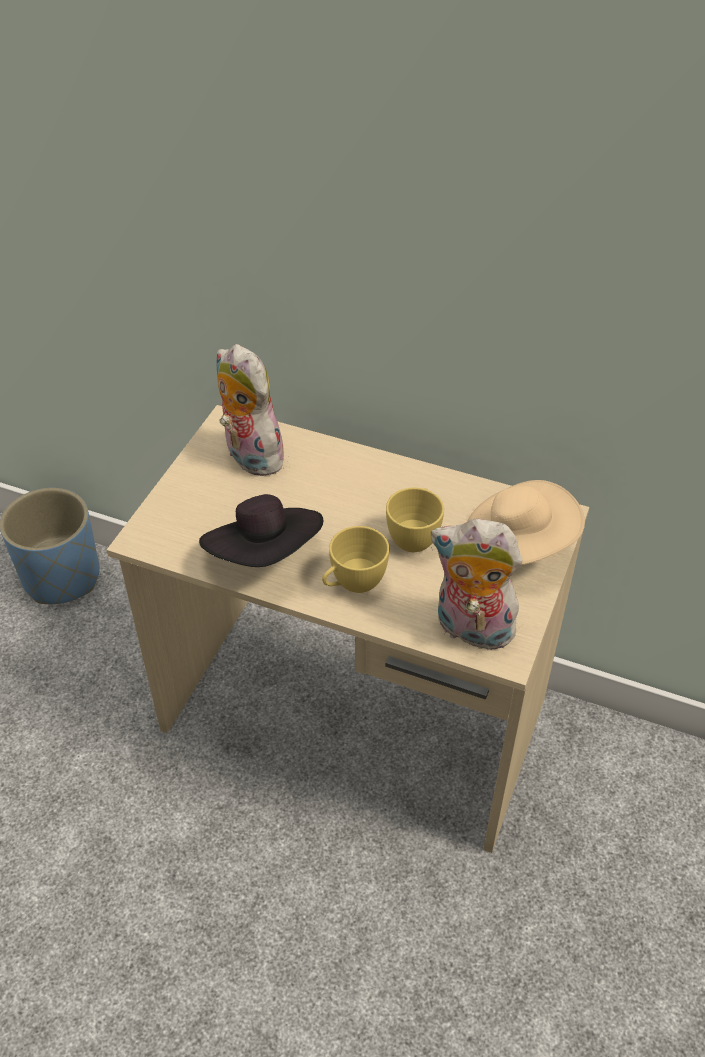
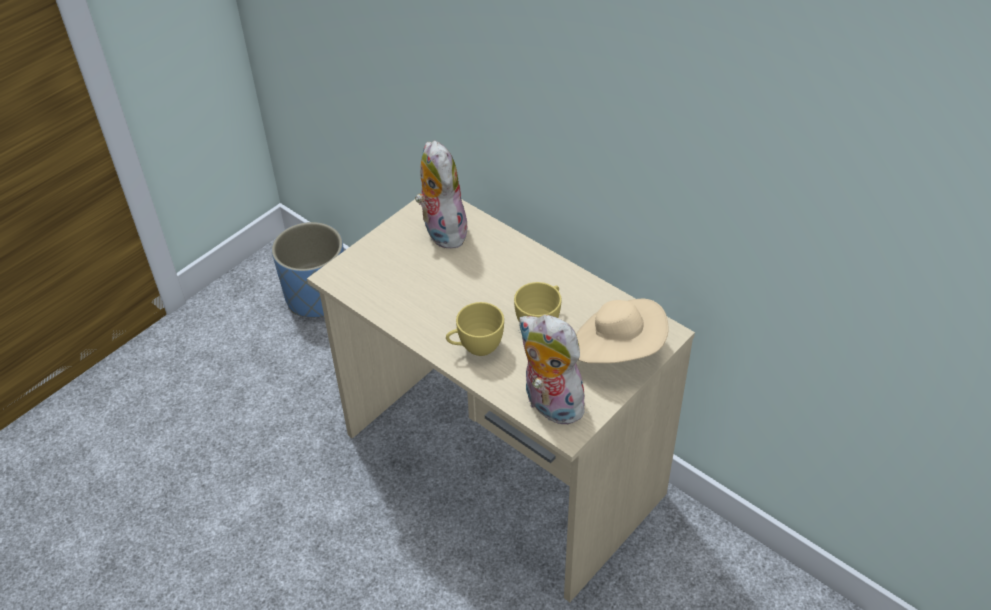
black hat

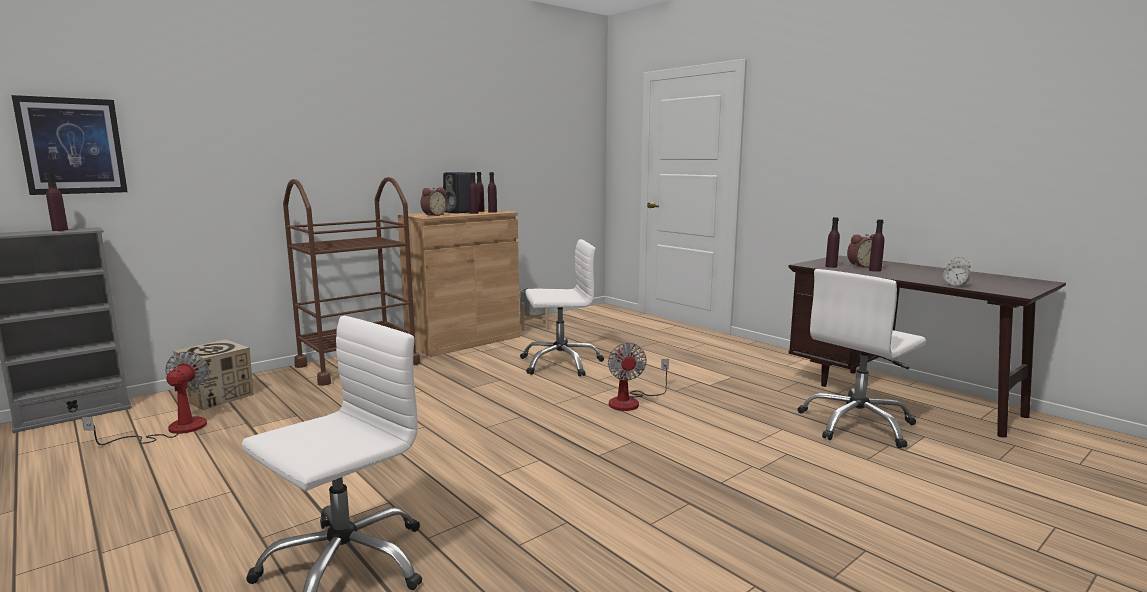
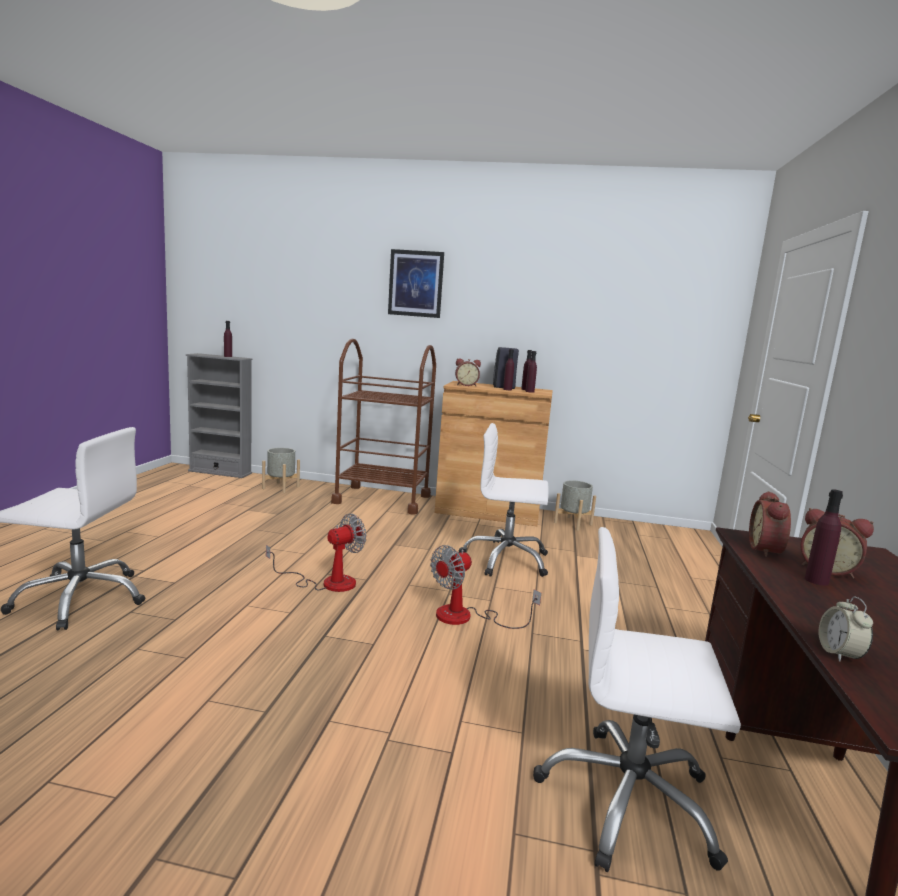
picture; fan (1st from left); grey planter (1st from left); white office chair (2nd from left); alarm clock (2nd from left)

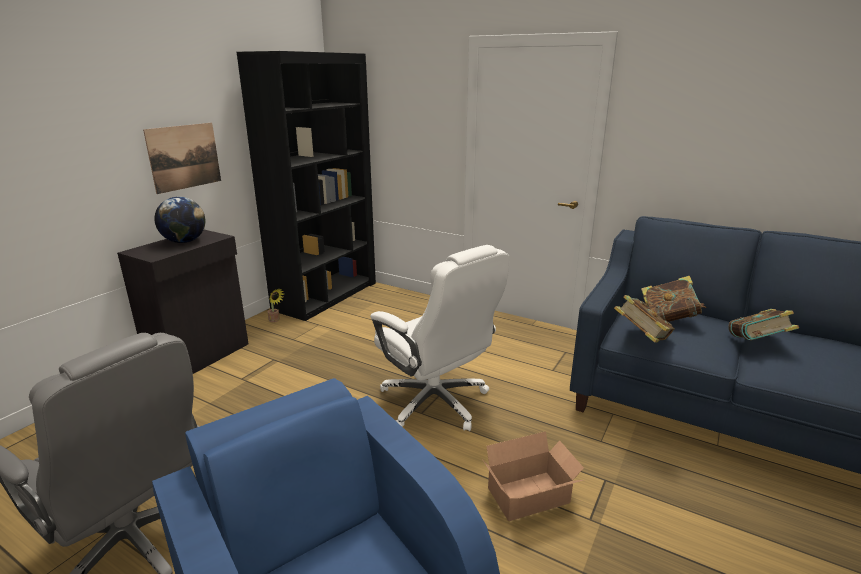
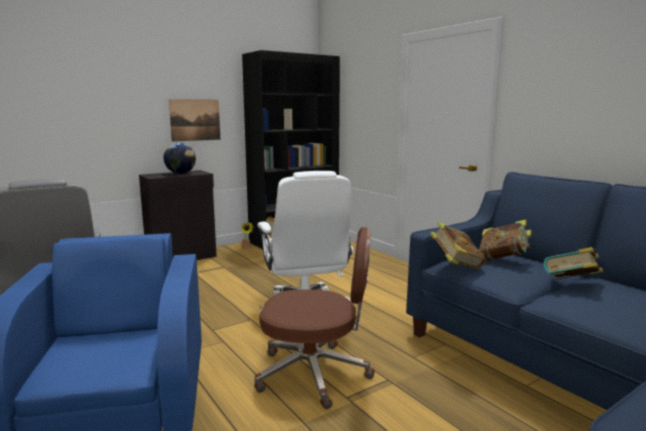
brown office chair

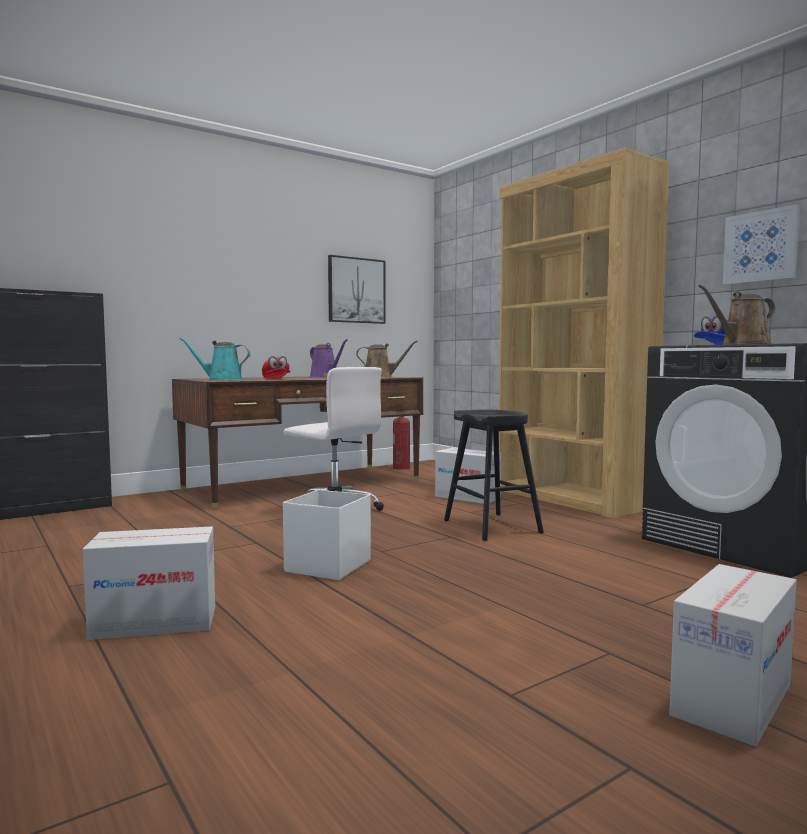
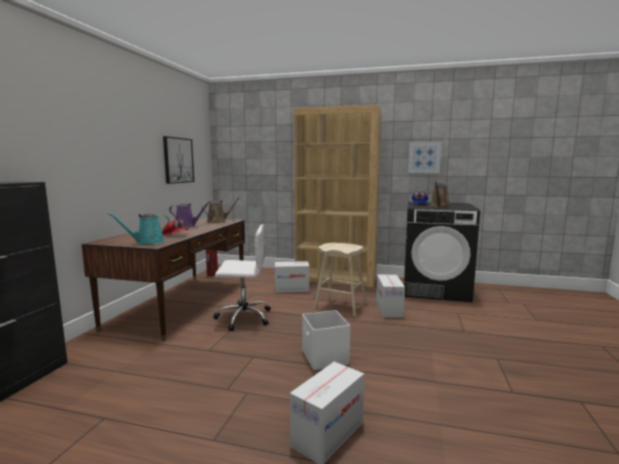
beige stool; cardboard box (3rd from left)

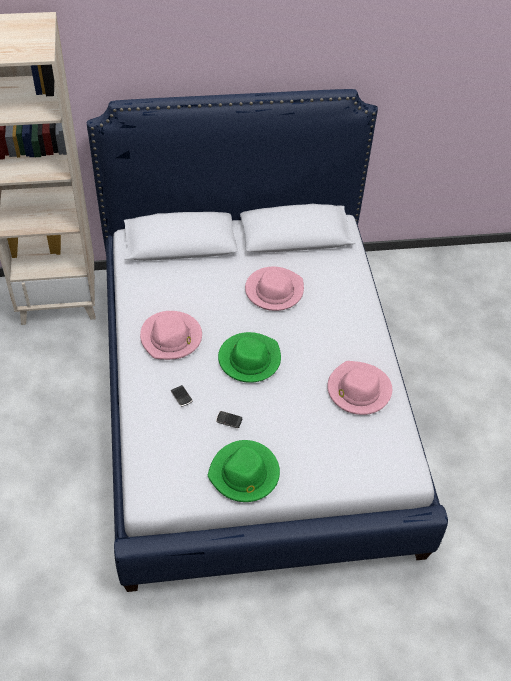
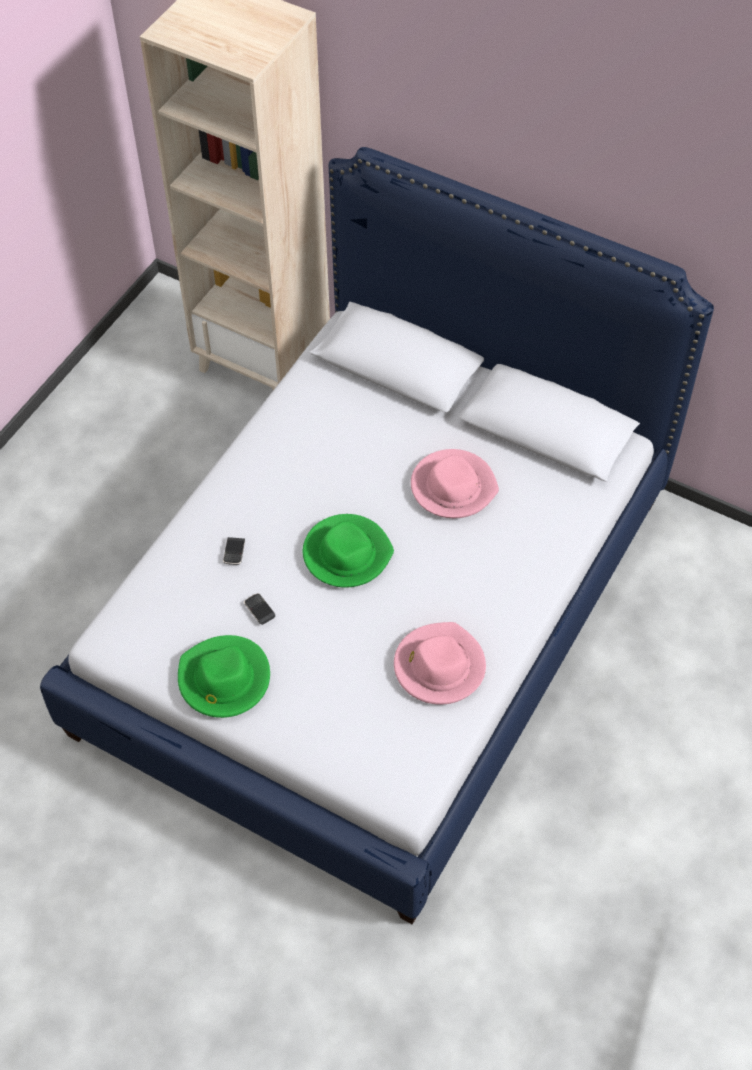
pink hat (1st from left in the first image)

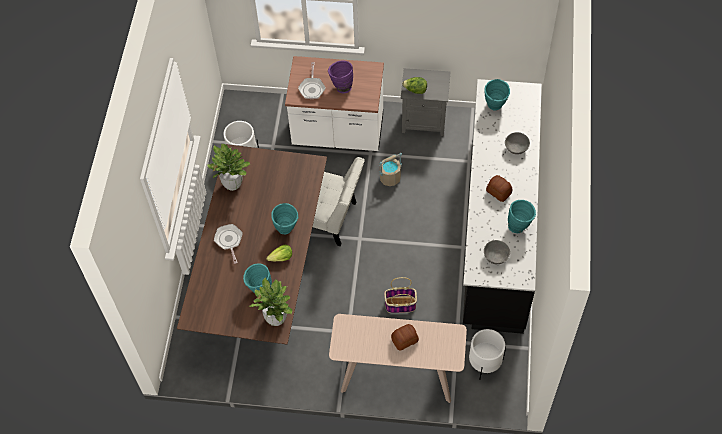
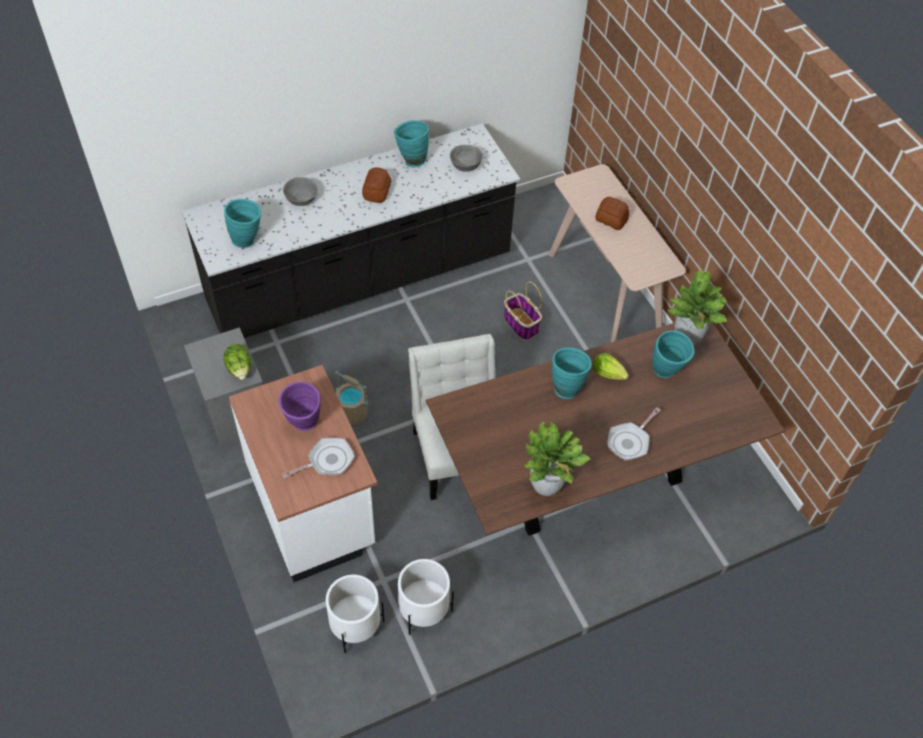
white planter (1st from left)

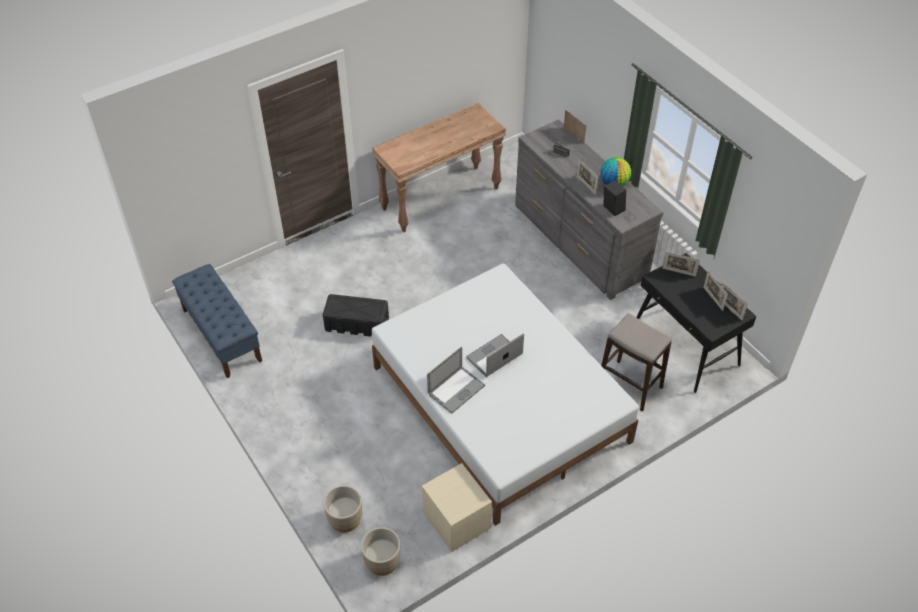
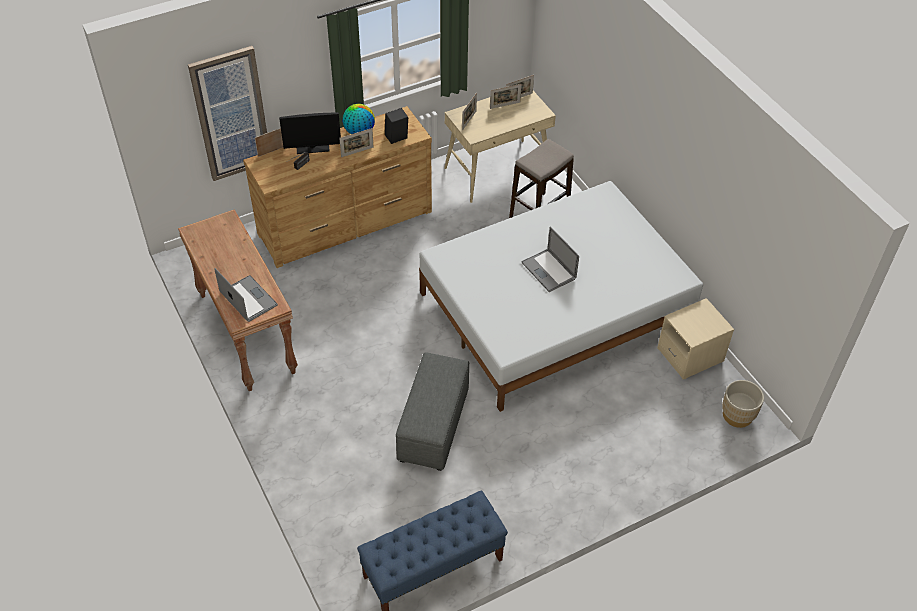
grey ottoman; beige planter (1st from left in the first image); laptop (1st from left); brown dresser; beige desk; picture; monitor

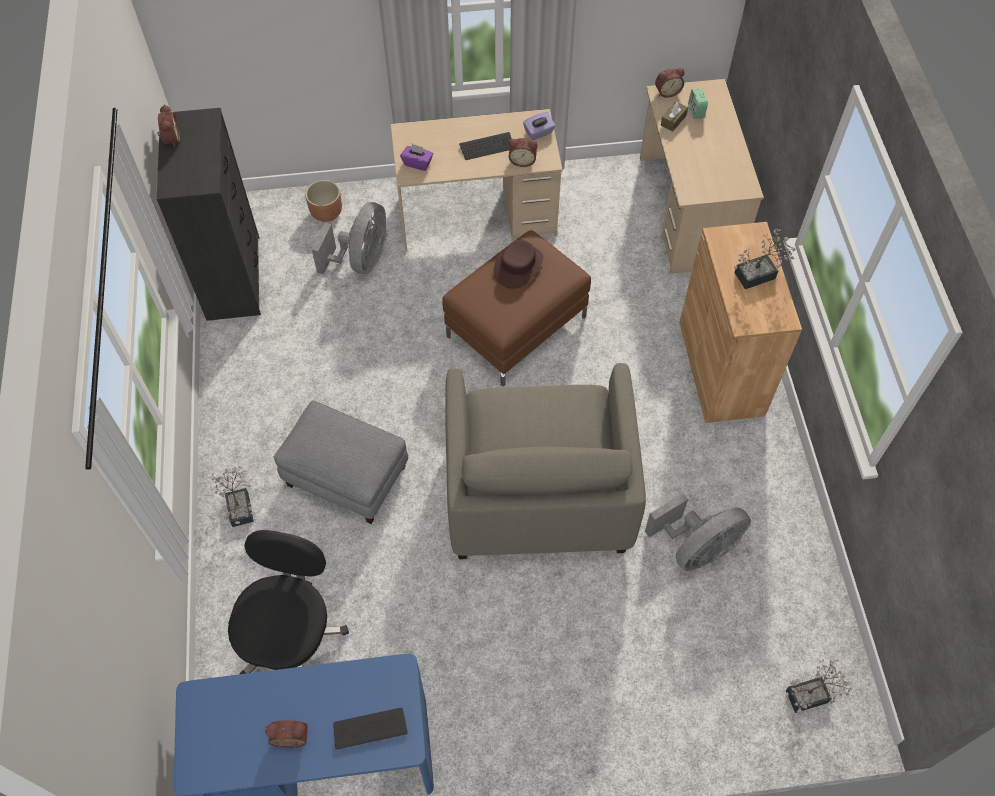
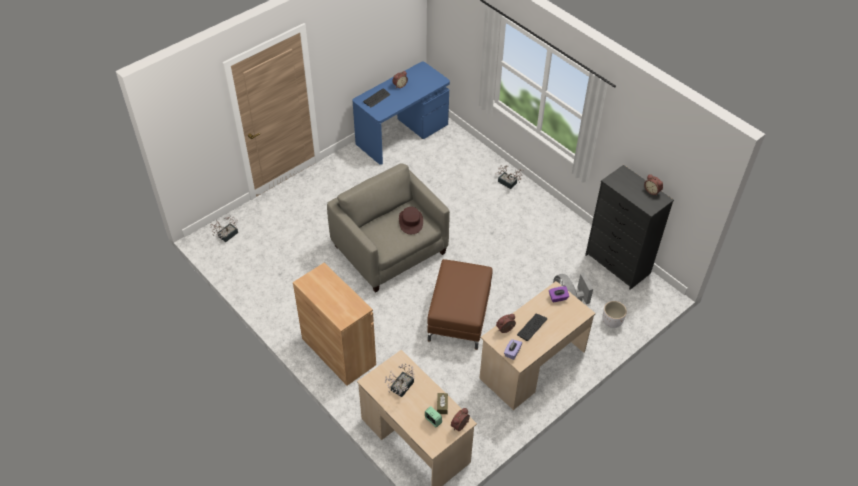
black office chair; grey ottoman; white planter; brown hat; grey fan (2nd from left in the first image); potted plant (2nd from left)

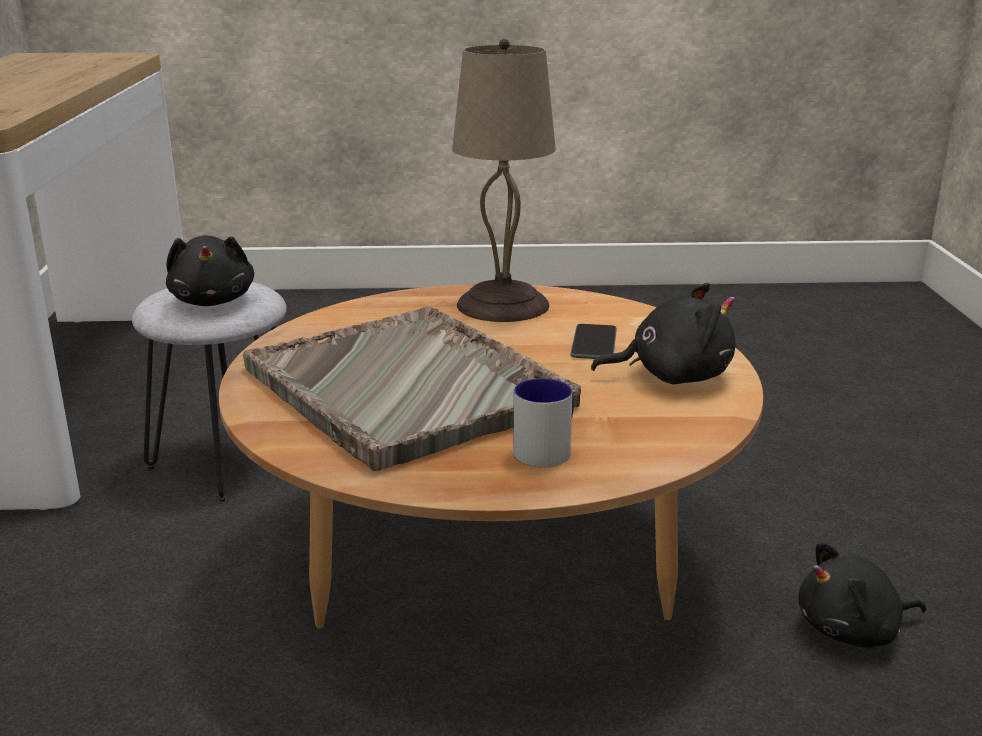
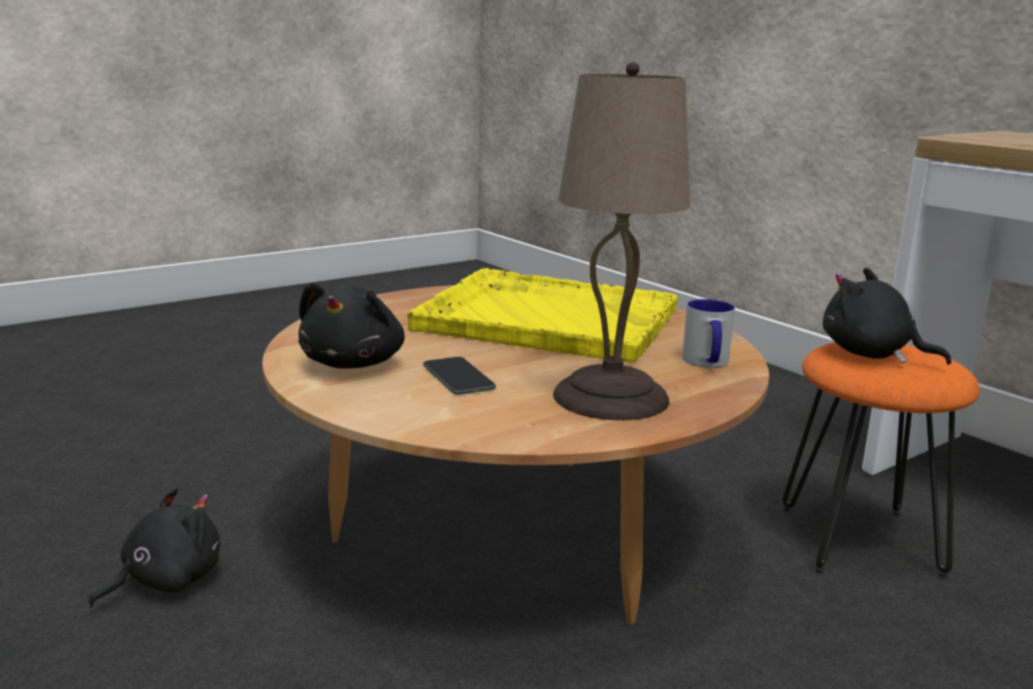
orange stool; yellow tray; mug; black plush toy (2nd from left)

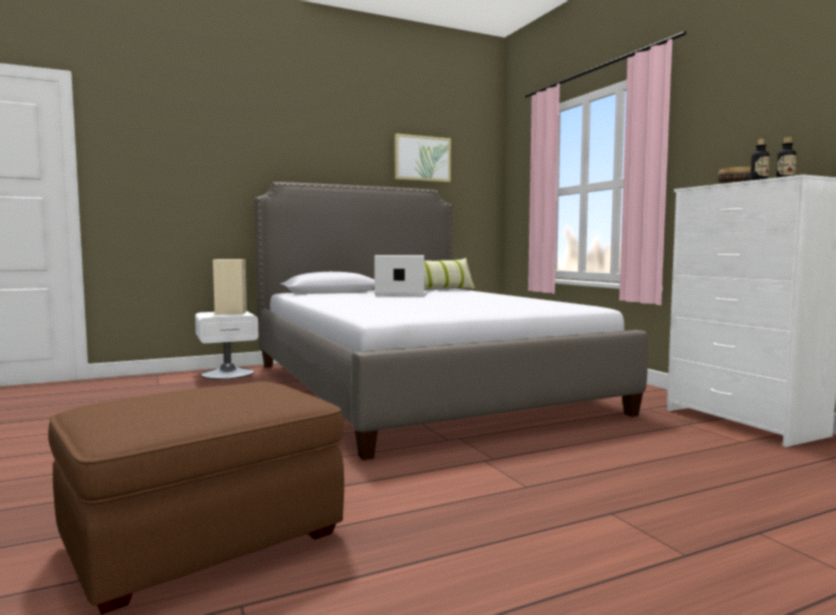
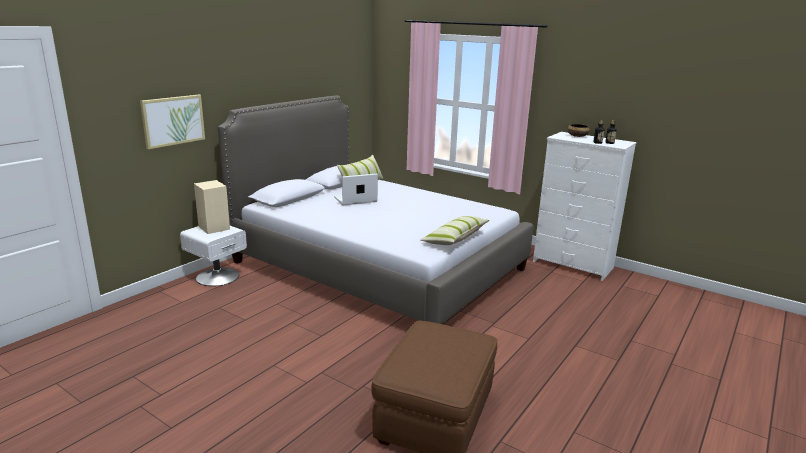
picture; pillow (2nd from left)

